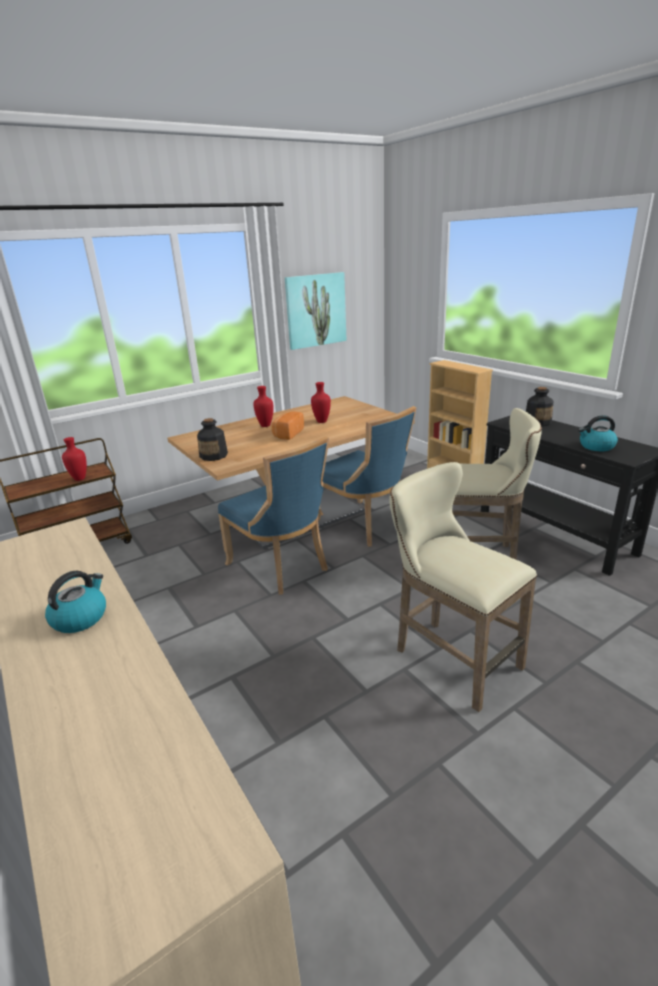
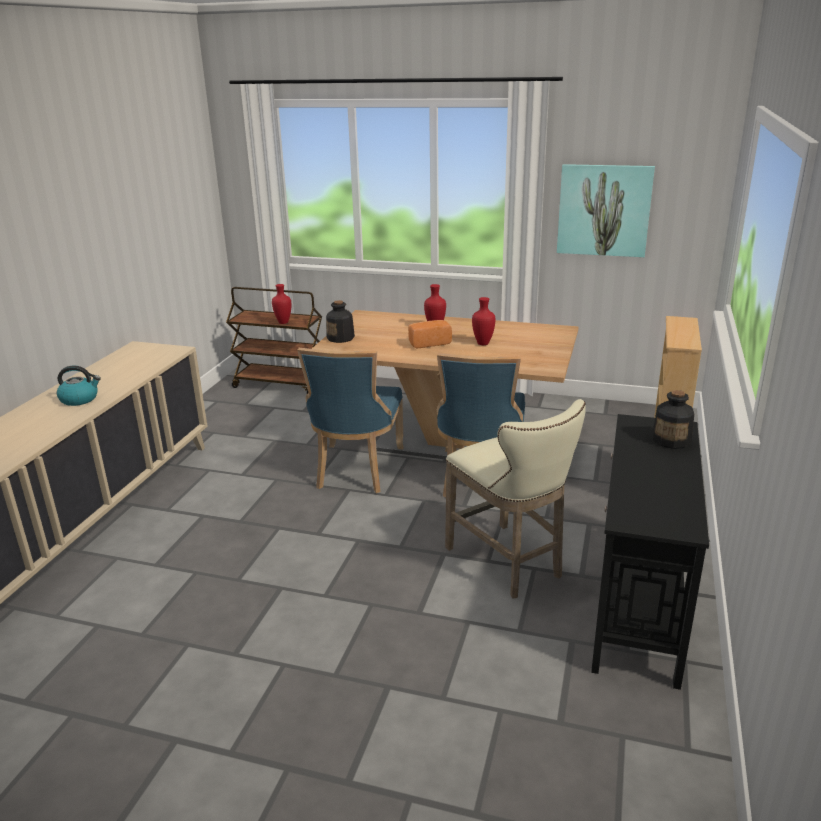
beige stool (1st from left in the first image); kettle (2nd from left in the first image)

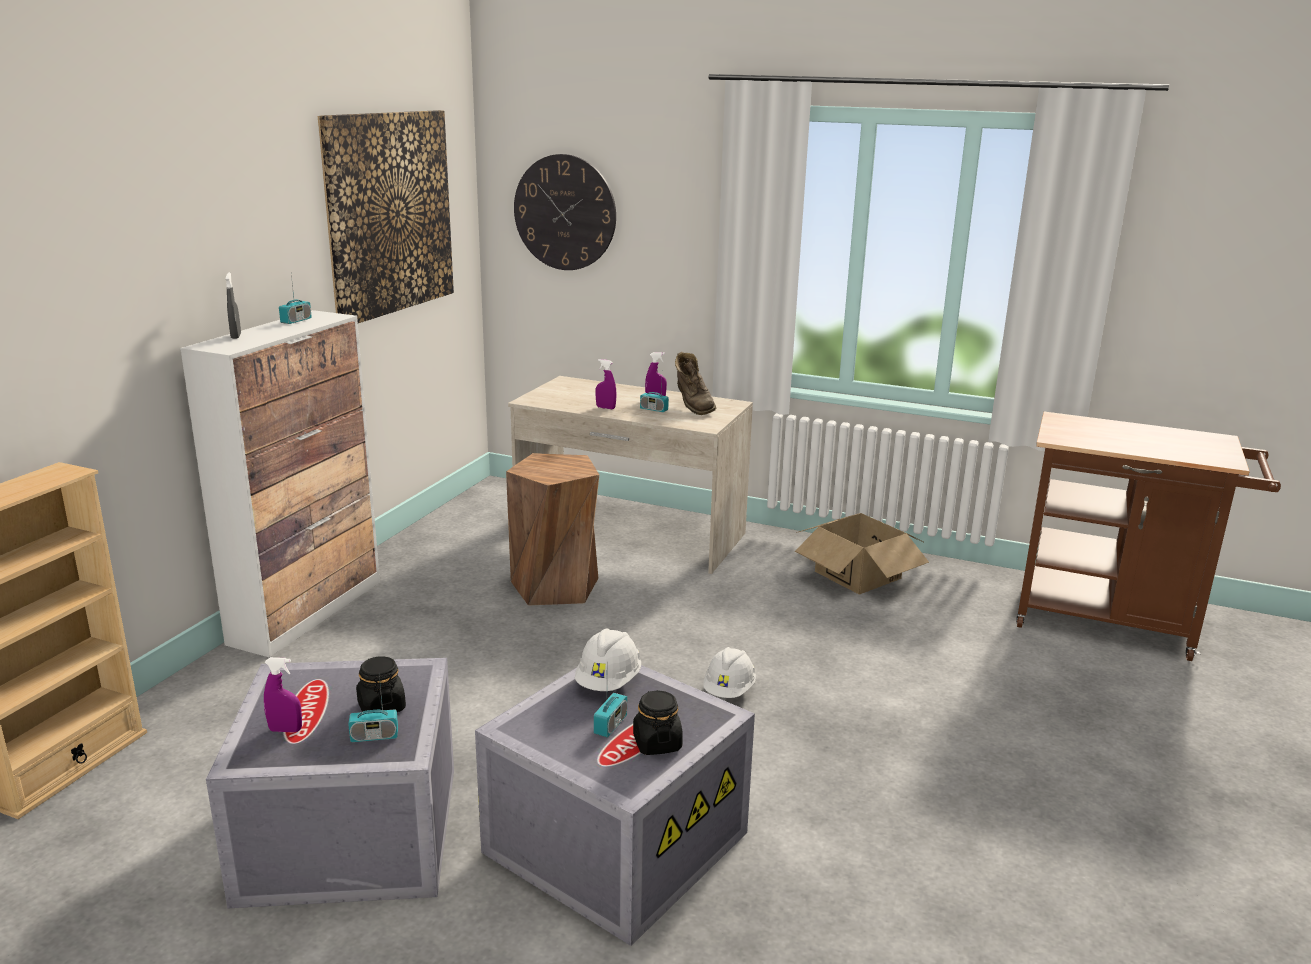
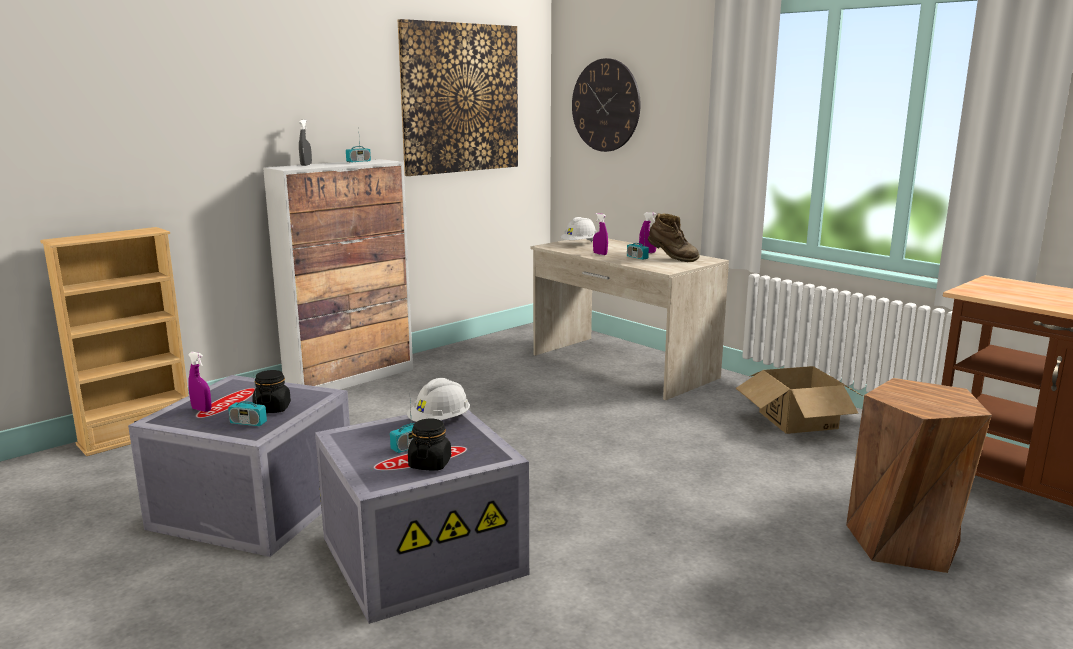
brown stool; brown boot; white hard hat (2nd from left)

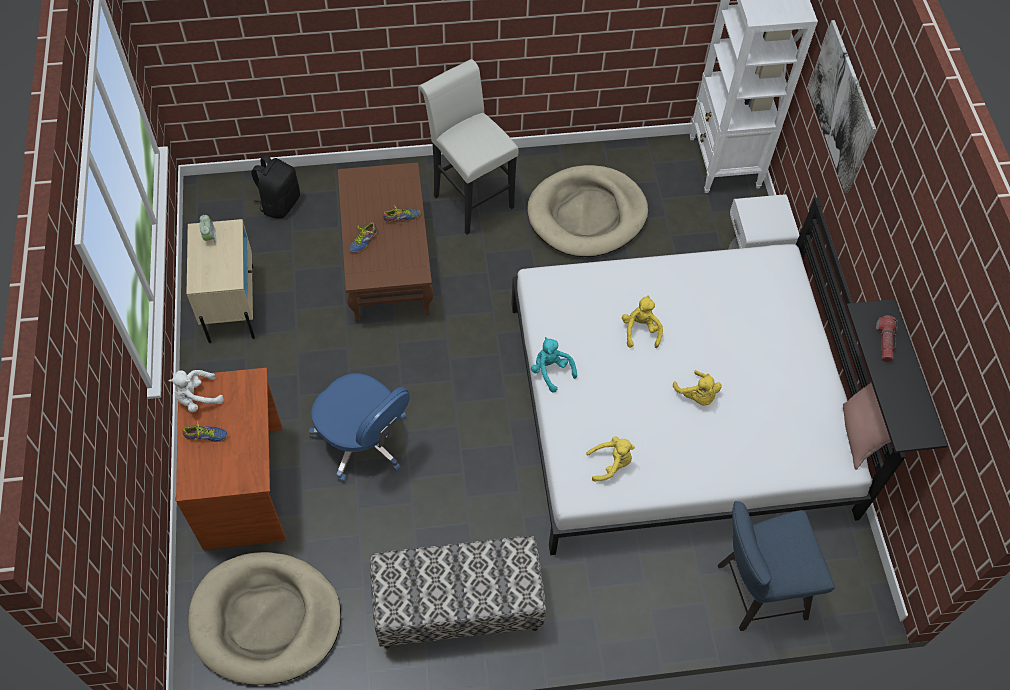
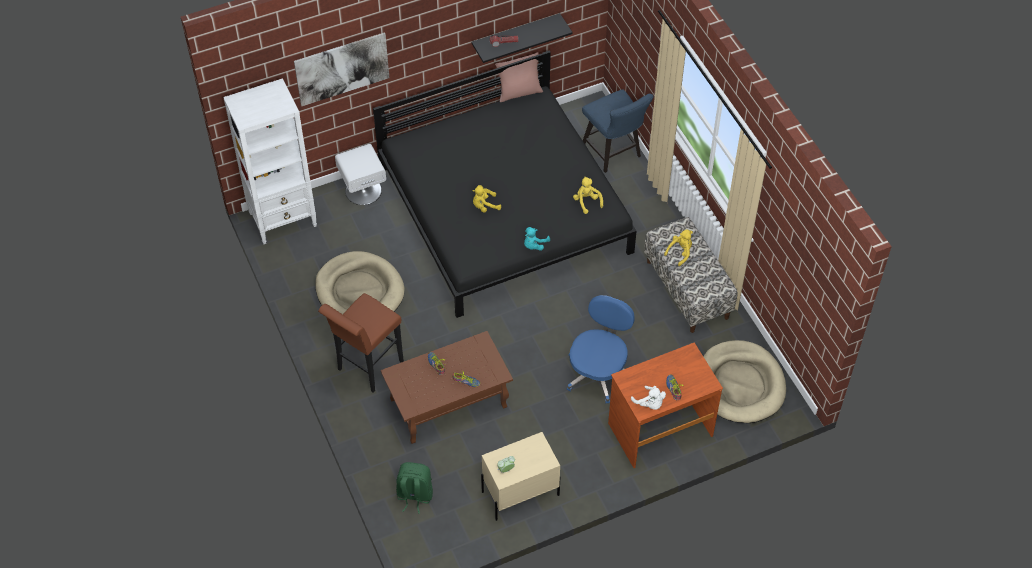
green backpack; brown stool; black bed; yellow plush toy (3rd from left)

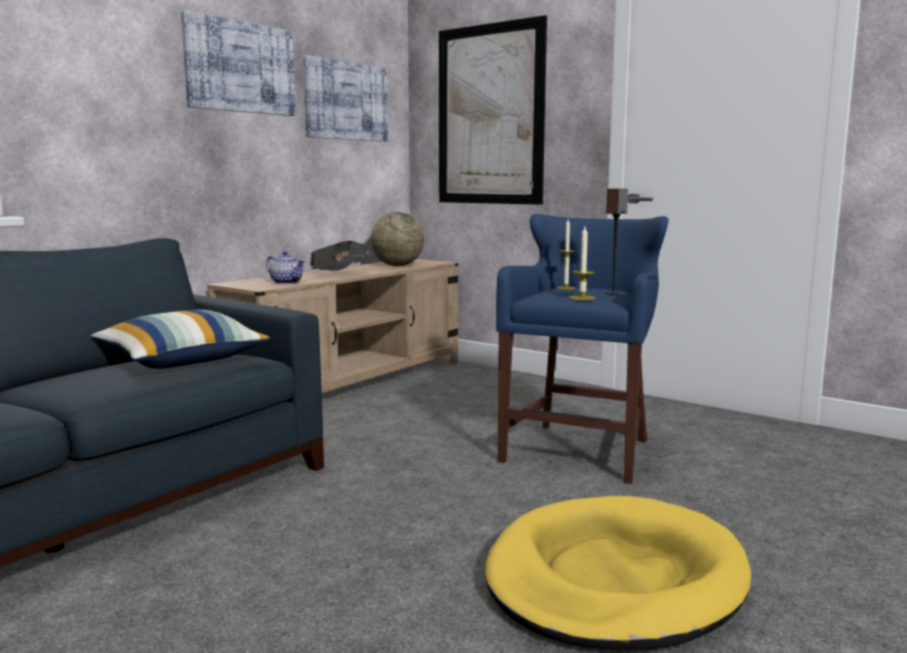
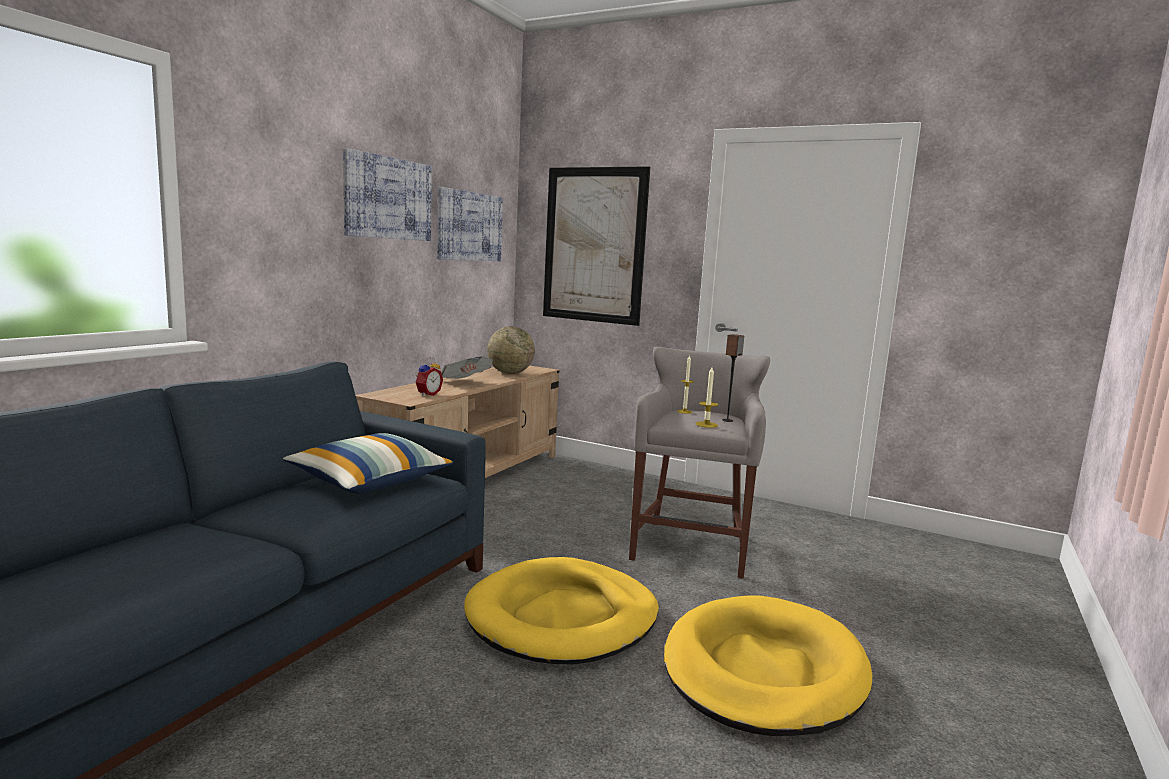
alarm clock; grey stool; yellow dog bed (1st from left)

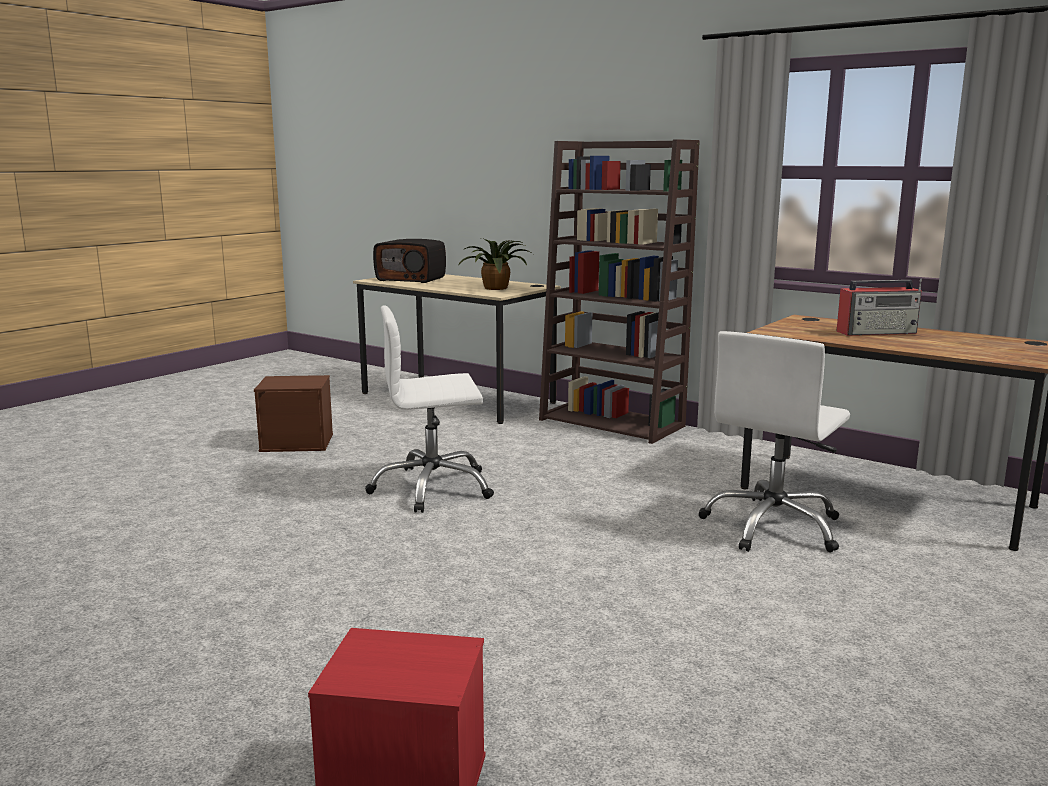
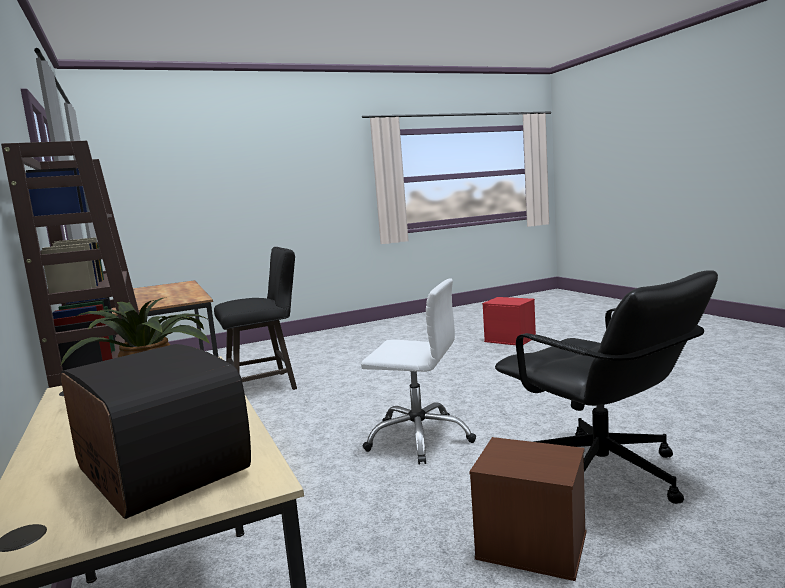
black stool; radio (2nd from left in the first image); black office chair

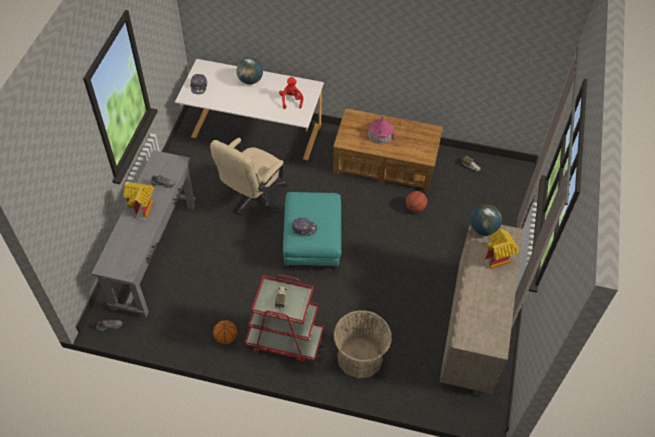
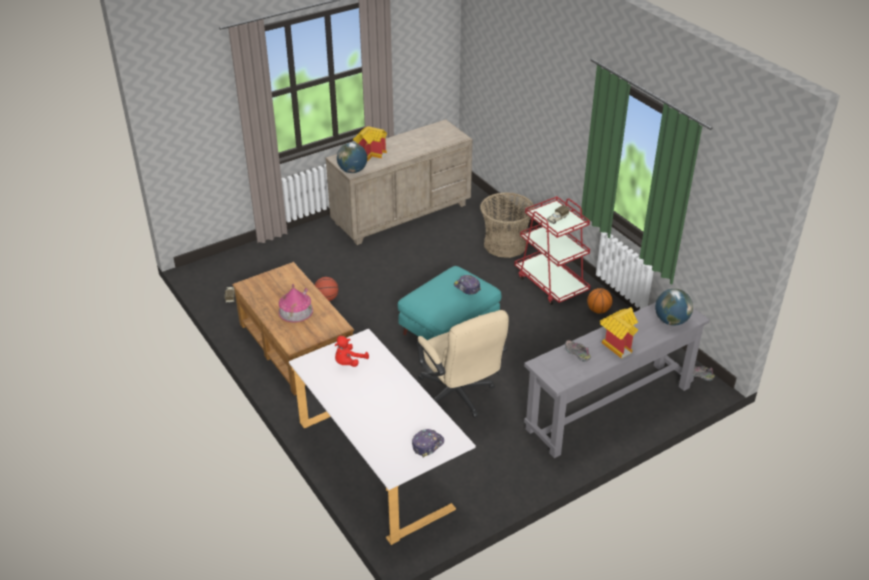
beige office chair; globe (2nd from left)

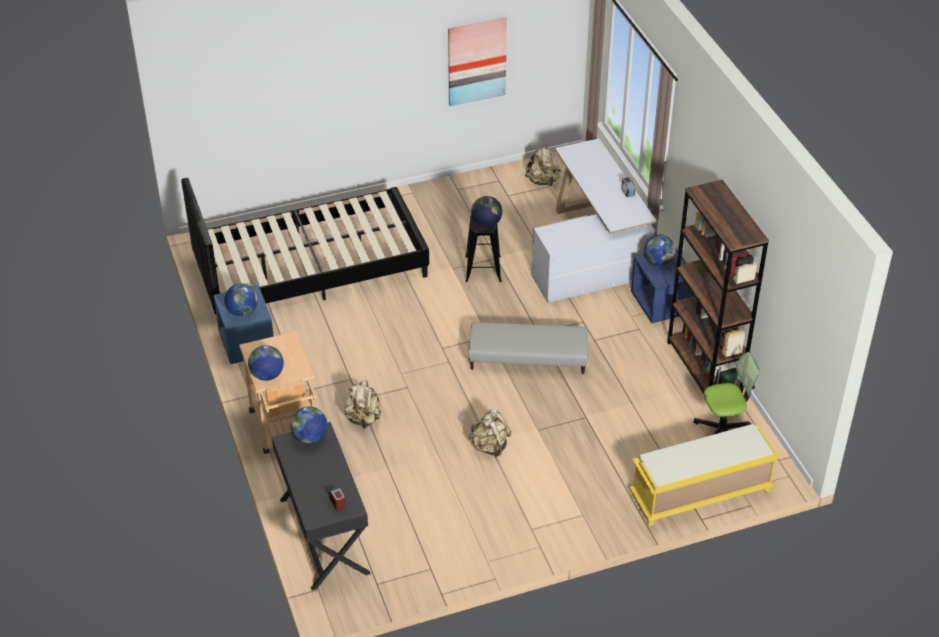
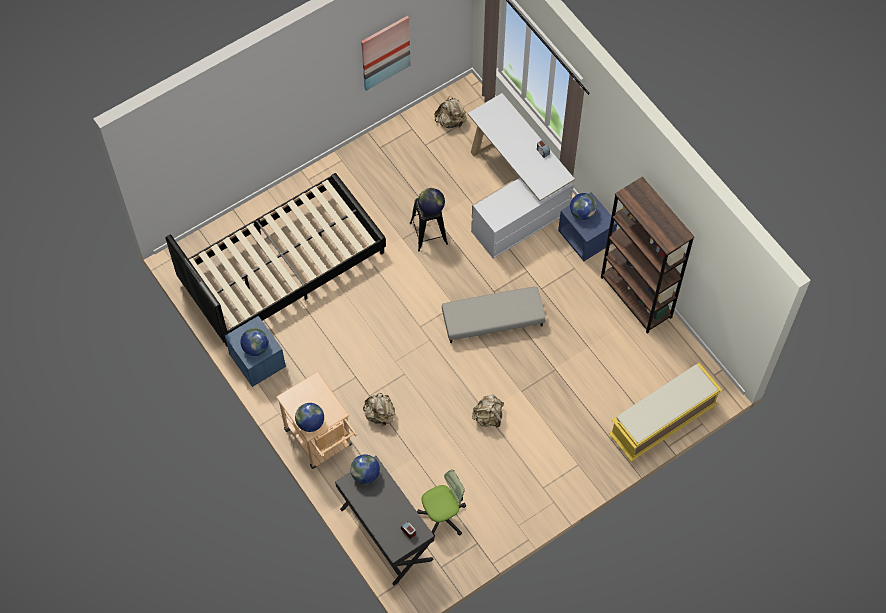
office chair

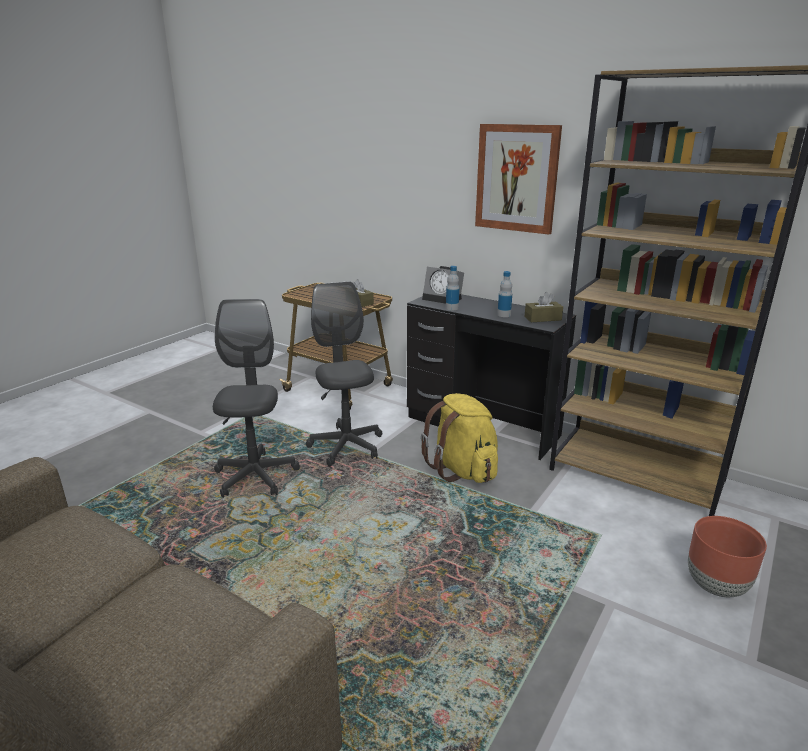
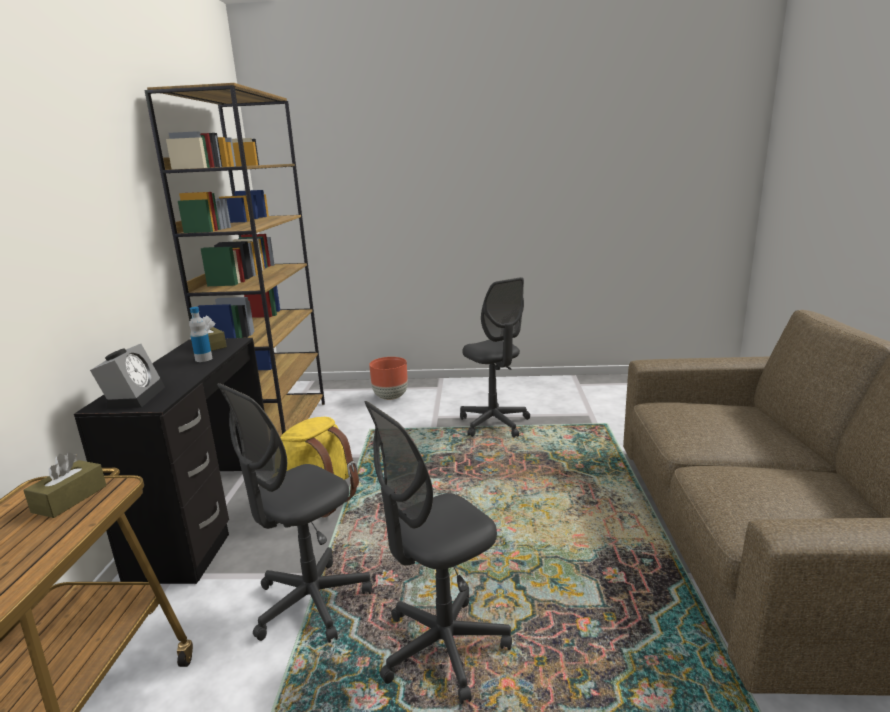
bottle (1st from left in the first image); picture; grey office chair (3rd from left)

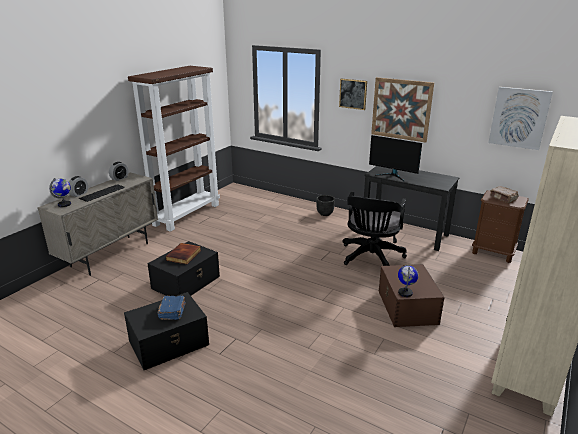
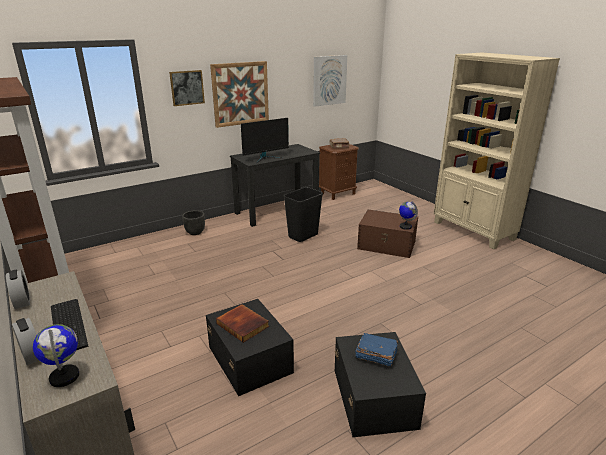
black trash can

